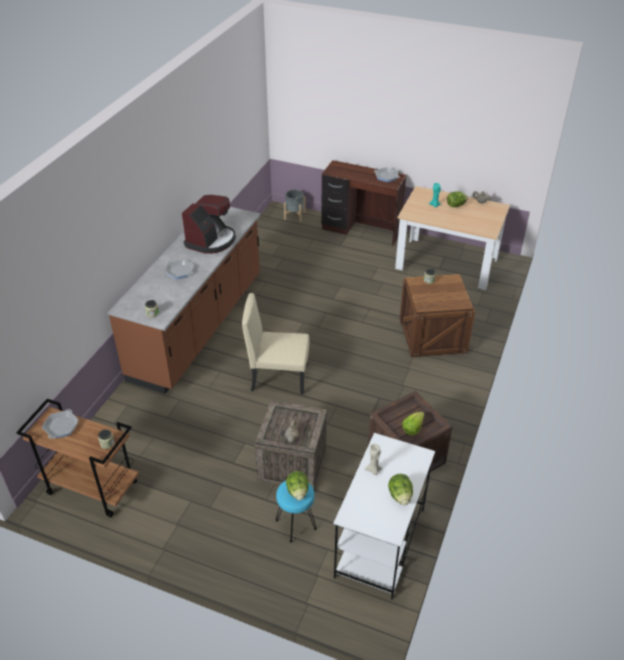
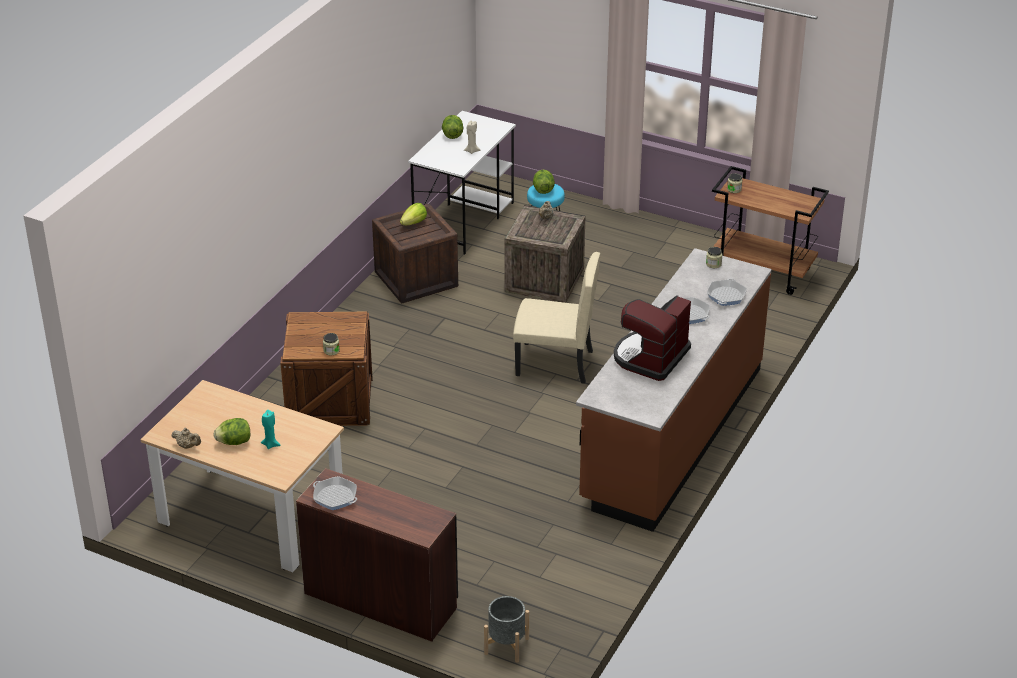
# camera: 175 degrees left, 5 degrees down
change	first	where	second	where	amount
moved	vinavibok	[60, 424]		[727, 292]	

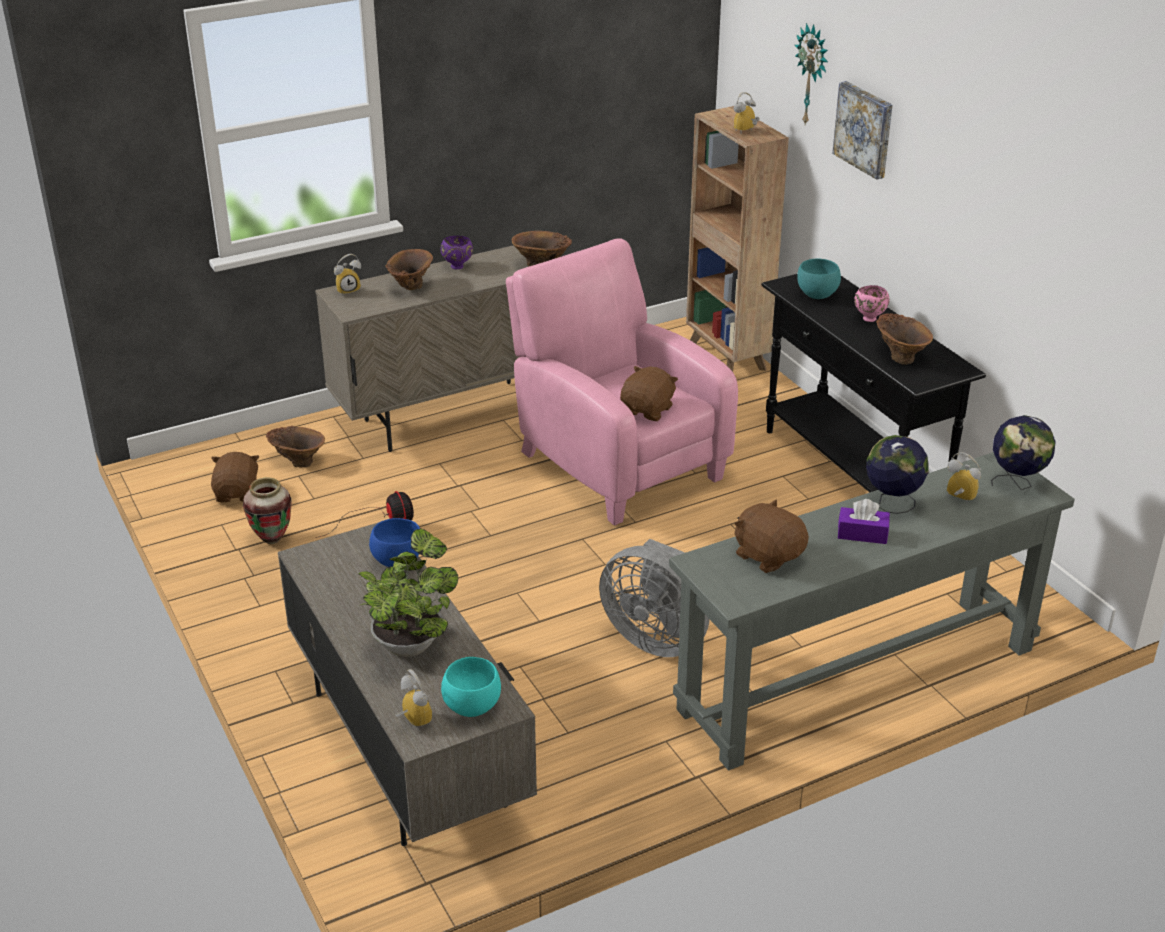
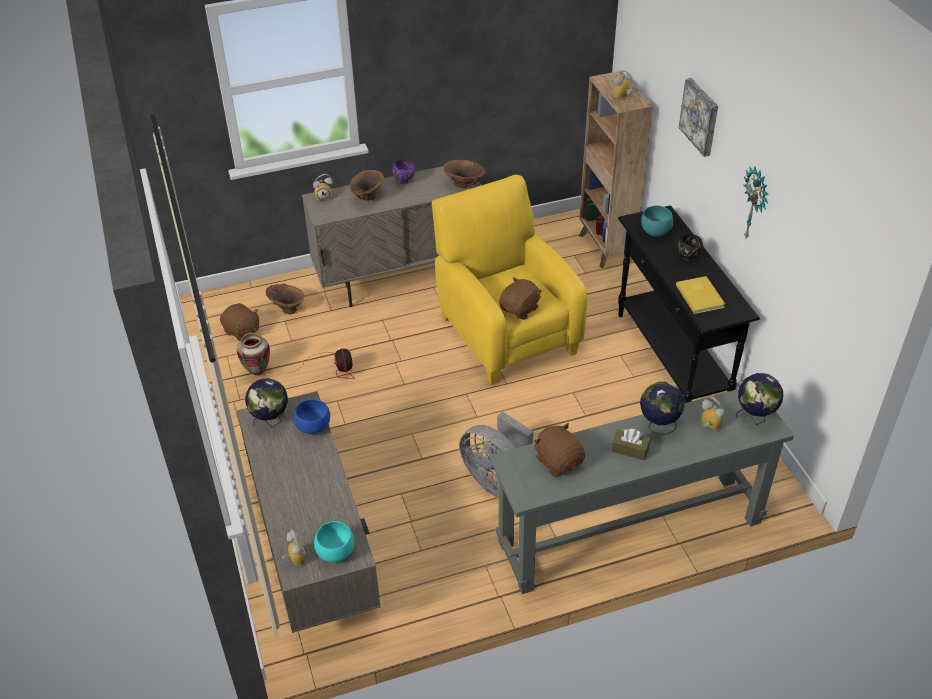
# camera: 10 degrees right, 10 degrees up
change	first	where	second	where	amount
removed	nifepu	[408, 592]			
added			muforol	[266, 402]	
moved	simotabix	[811, 73]		[756, 203]	
replaced	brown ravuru	[904, 339]	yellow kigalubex	[700, 295]	
recoloured	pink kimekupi	[622, 382]	yellow kimekupi	[510, 280]	
recoloured	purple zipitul	[864, 521]	brown zipitul	[631, 445]	
recoloured	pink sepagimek	[872, 303]	black sepagimek	[690, 248]	
turned	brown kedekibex	[235, 477]		[239, 322]	120 degrees clockwise

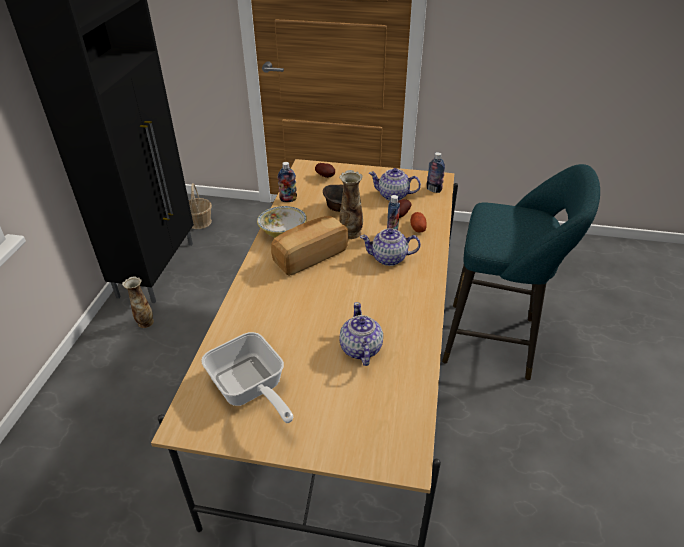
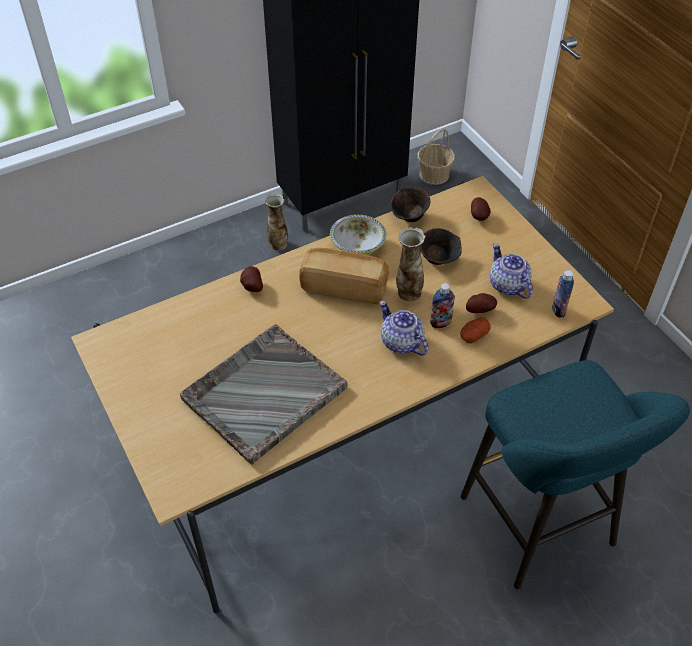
# camera: 50 degrees right, 10 degrees up
change	first	where	second	where	amount
removed	vinavibok	[247, 377]			
added			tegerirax	[251, 279]	
replaced	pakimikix	[287, 182]	brown sepagimek	[410, 204]	
replaced	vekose	[361, 334]	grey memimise	[263, 394]	

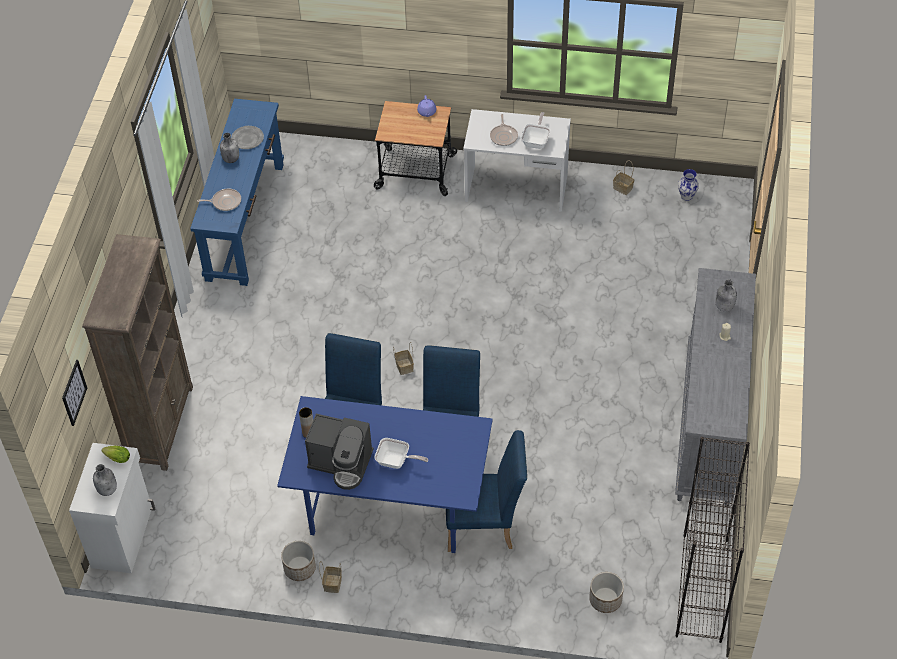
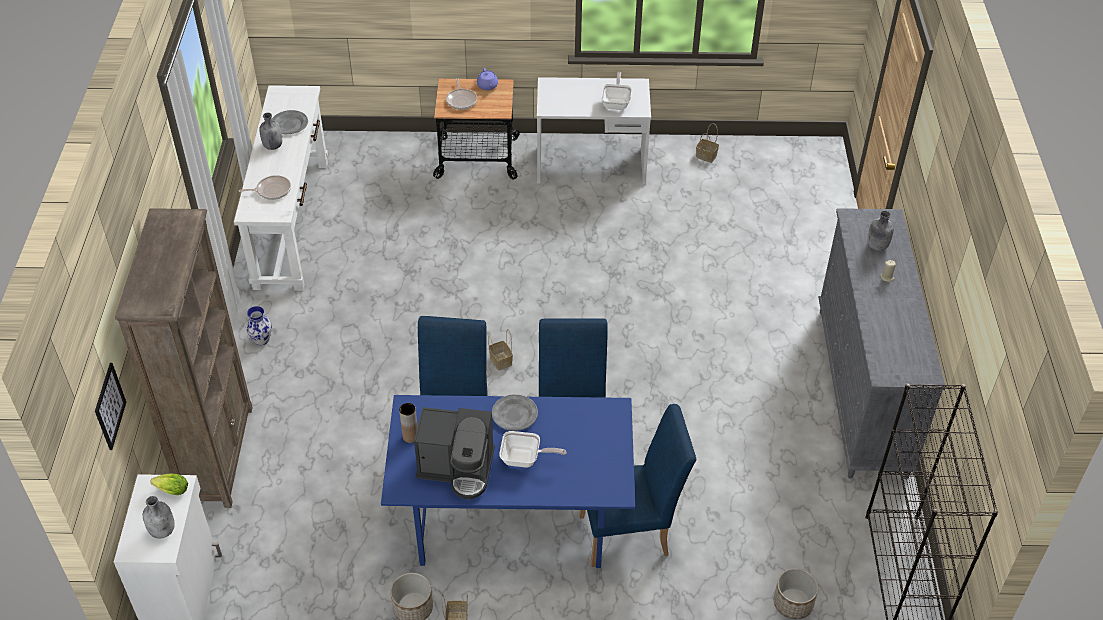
# camera: 10 degrees left, 5 degrees down
change	first	where	second	where	amount
added			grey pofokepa	[515, 412]	
moved	vinavibok	[504, 130]		[461, 94]	
moved	ravuru	[688, 185]		[259, 325]	
recoloured	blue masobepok	[237, 192]	white masobepok	[281, 188]	

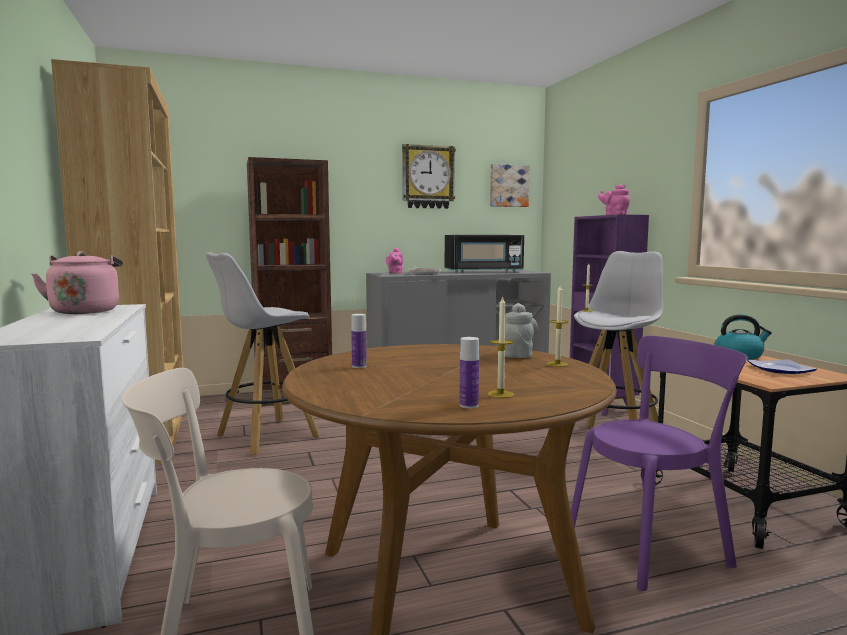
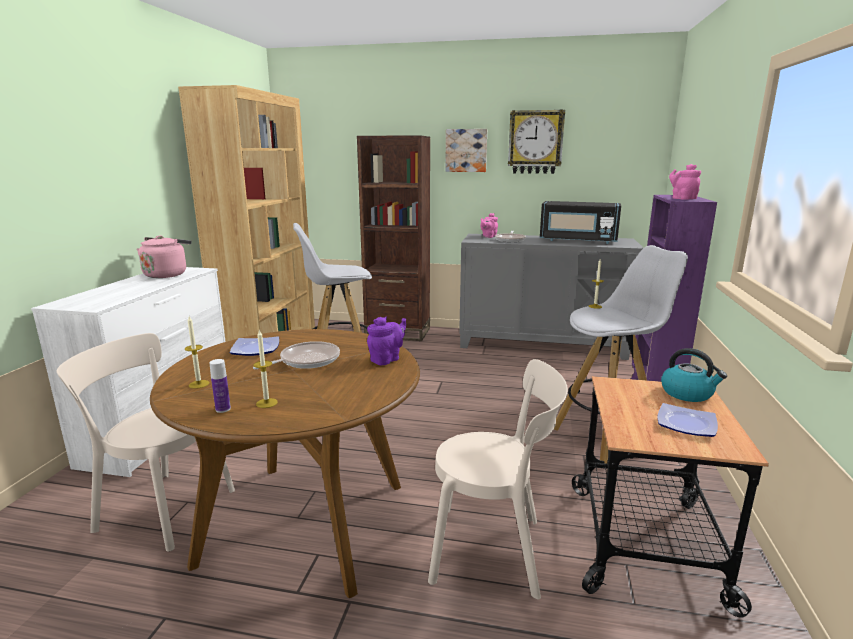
# camera: 30 degrees right, 10 degrees up
change	first	where	second	where	amount
added			vinavibok	[296, 355]	
moved	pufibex	[510, 185]		[466, 150]	
moved	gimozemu	[558, 326]		[197, 352]	
replaced	pakimikix	[359, 341]	pofokepa	[254, 346]	
recoloured	grey vekose	[521, 330]	purple vekose	[386, 341]	
recoloured	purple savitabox	[659, 463]	beige savitabox	[498, 479]	

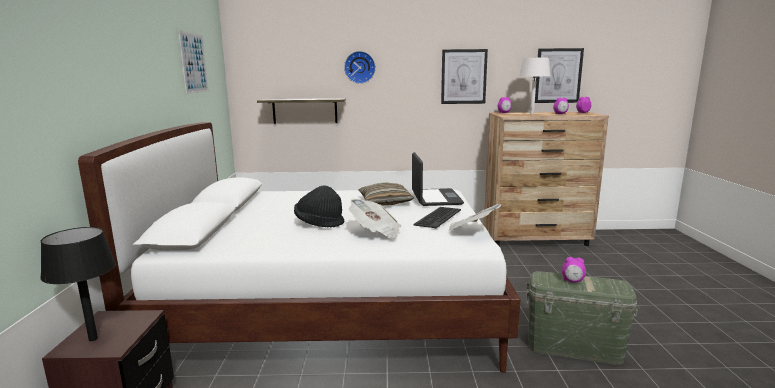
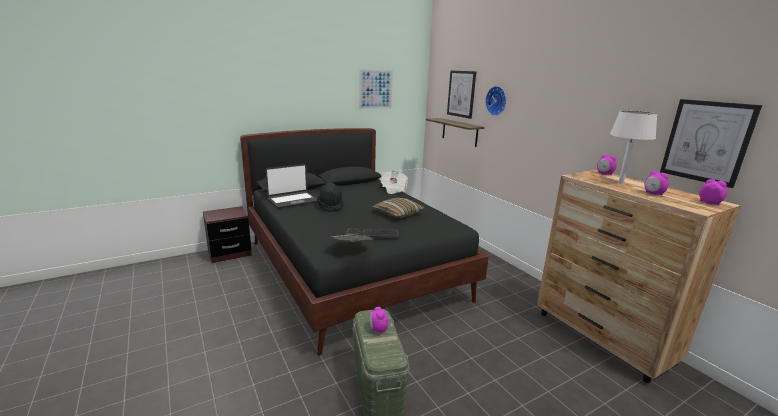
# camera: 60 degrees right, 5 degrees up
change	first	where	second	where	amount
removed	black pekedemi	[78, 284]			
moved	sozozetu	[375, 219]		[394, 182]	
moved	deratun	[438, 179]		[291, 186]	
moved	pufibex	[464, 76]		[461, 94]	
recoloured	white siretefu	[299, 247]	black siretefu	[364, 242]	

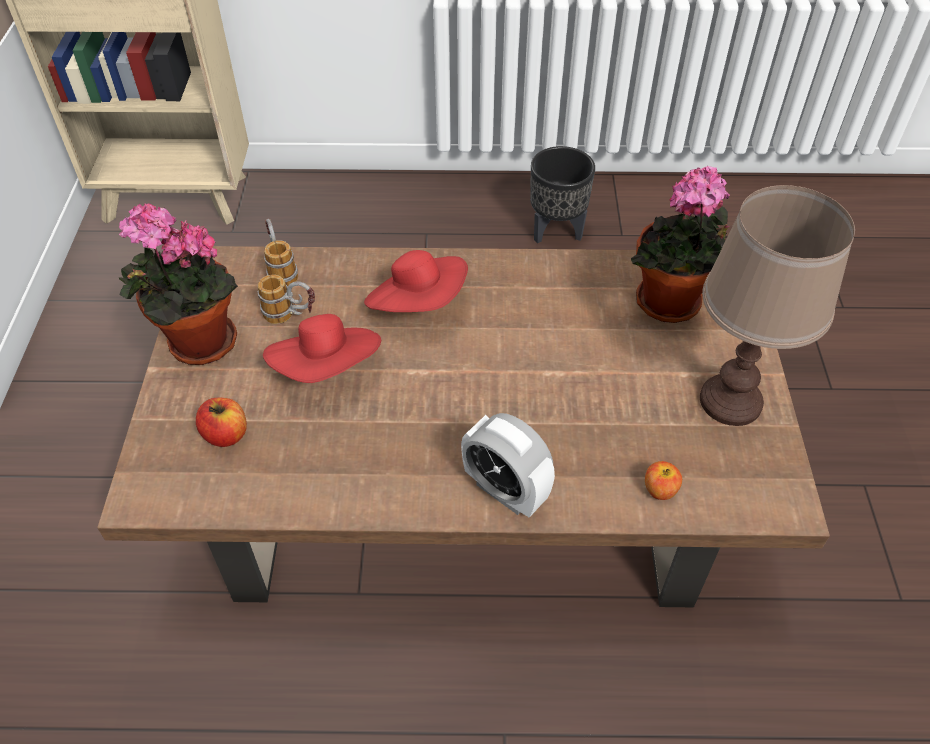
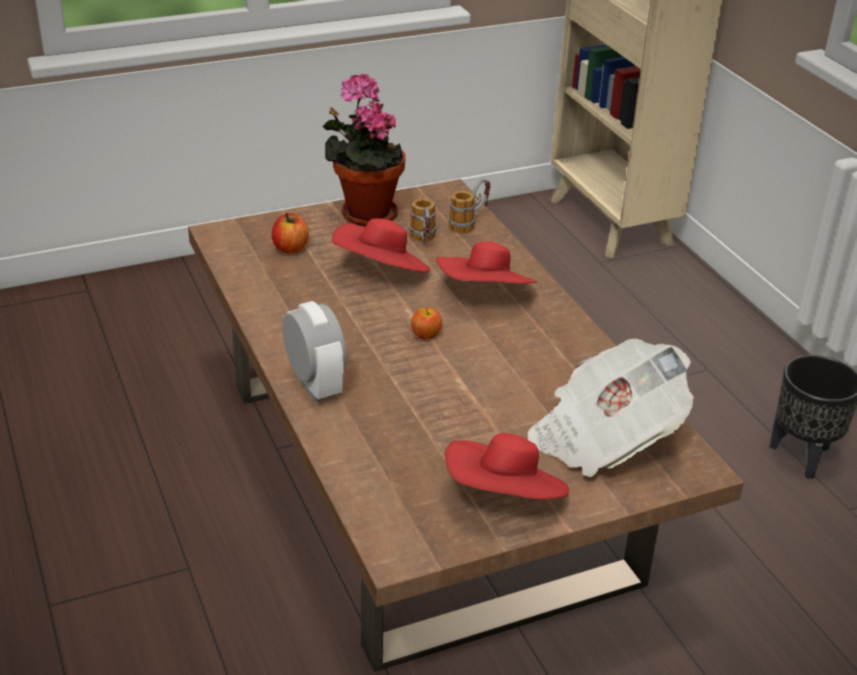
# camera: 65 degrees right, 15 degrees down
change	first	where	second	where	amount
moved	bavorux	[663, 480]		[426, 323]	
replaced	nifepu	[680, 244]	sozozetu	[611, 407]	
replaced	brown pekedemi	[777, 305]	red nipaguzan	[507, 466]	
turned	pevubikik	[508, 465]		[314, 351]	135 degrees clockwise

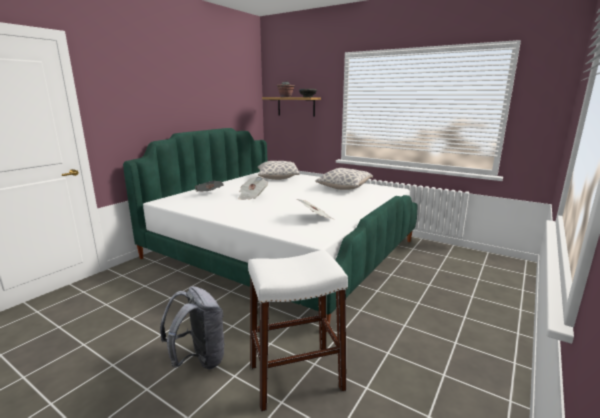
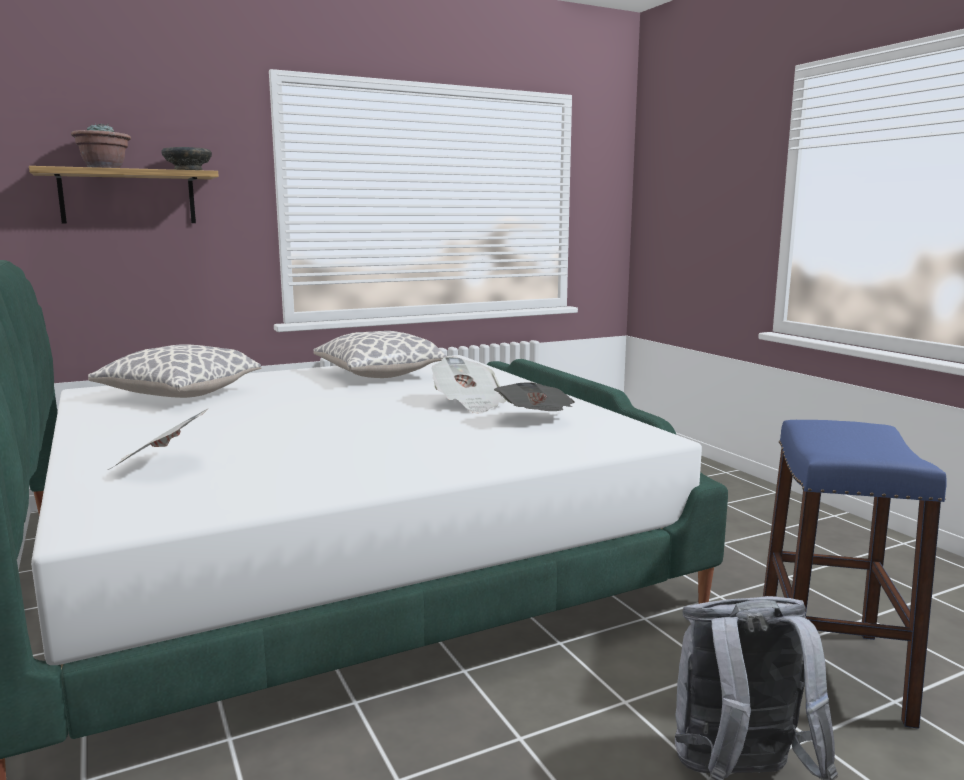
# camera: 60 degrees left, 5 degrees down
change	first	where	second	where	amount
moved	sozozetu	[253, 188]		[468, 385]	
recoloured	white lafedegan	[298, 331]	blue lafedegan	[855, 574]	

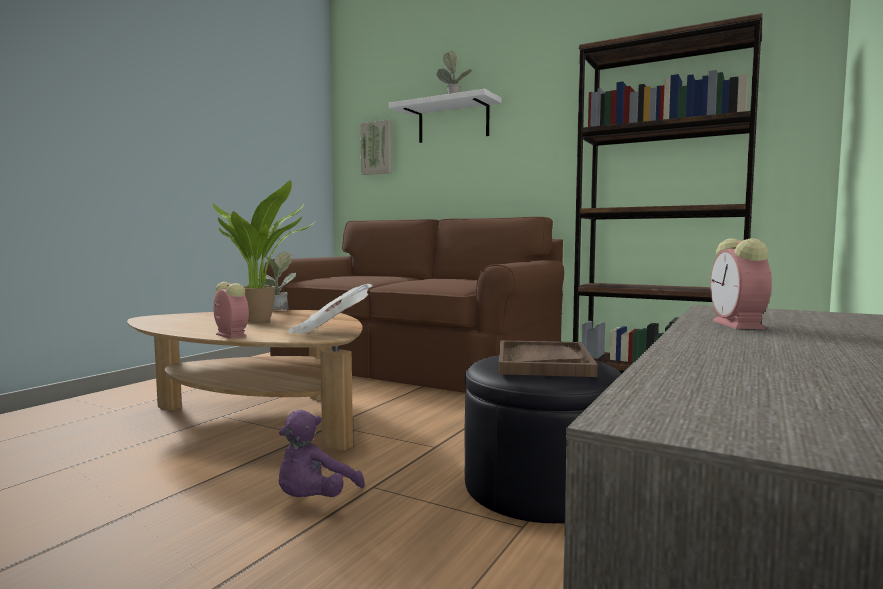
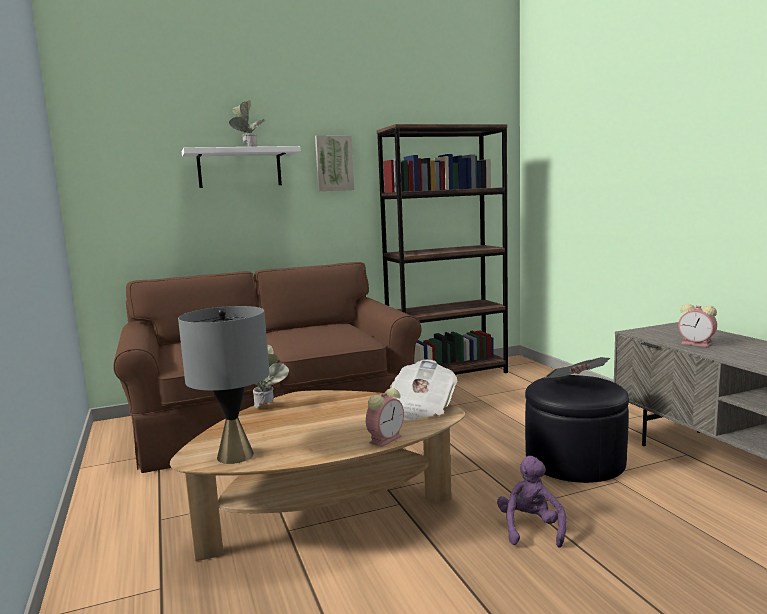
# camera: 50 degrees left, 5 degrees up
change	first	where	second	where	amount
removed	nifepu	[263, 251]			
added			grey pekedemi	[224, 385]	
moved	pufibex	[376, 147]		[334, 163]	
replaced	brown memimise	[548, 358]	sozozetu	[577, 367]	
turned	pevubikik	[231, 310]		[385, 417]	135 degrees clockwise
turned	purple kedekibex	[322, 453]		[532, 502]	150 degrees counterclockwise

